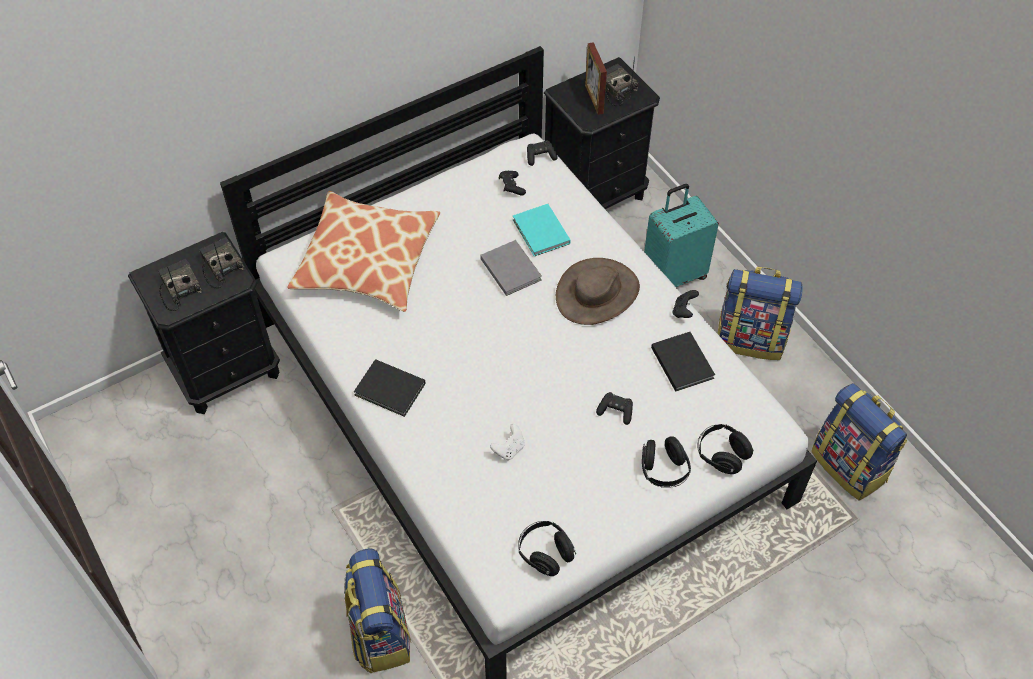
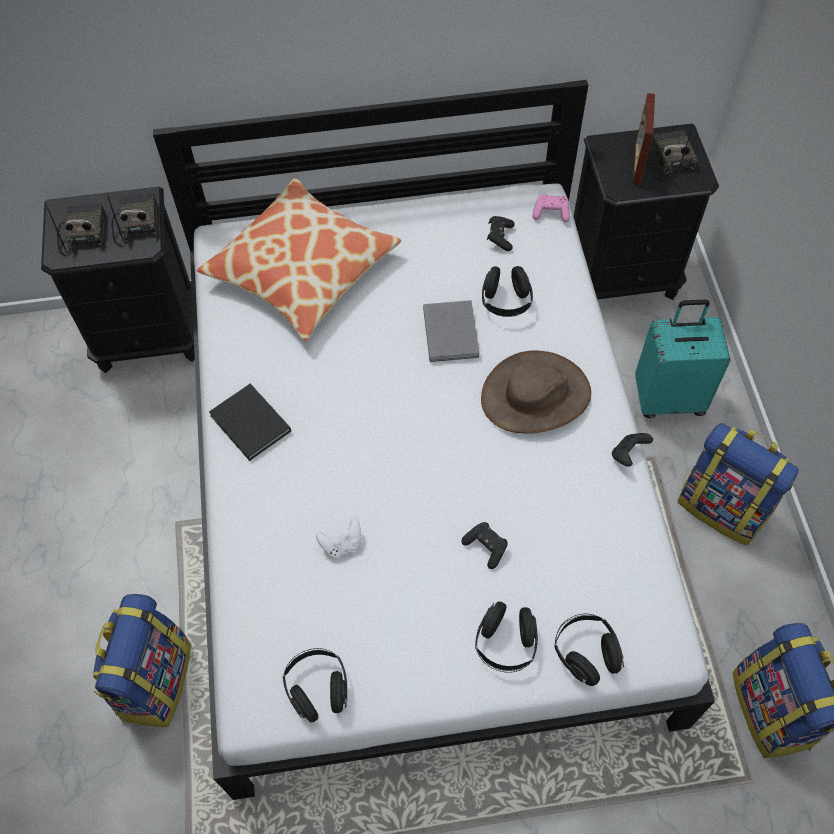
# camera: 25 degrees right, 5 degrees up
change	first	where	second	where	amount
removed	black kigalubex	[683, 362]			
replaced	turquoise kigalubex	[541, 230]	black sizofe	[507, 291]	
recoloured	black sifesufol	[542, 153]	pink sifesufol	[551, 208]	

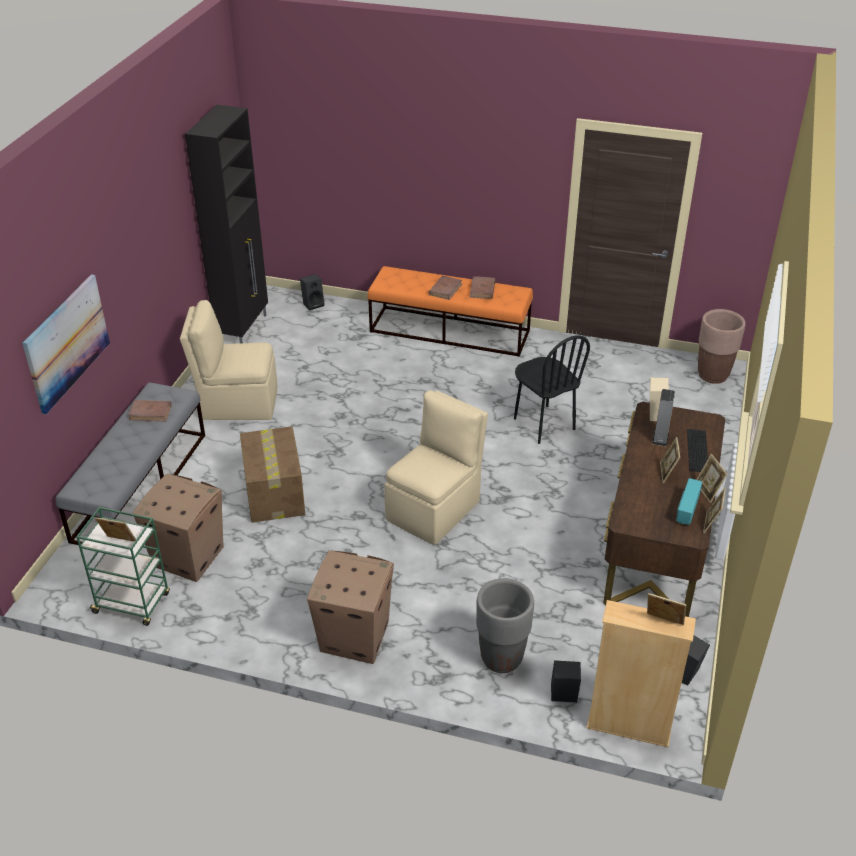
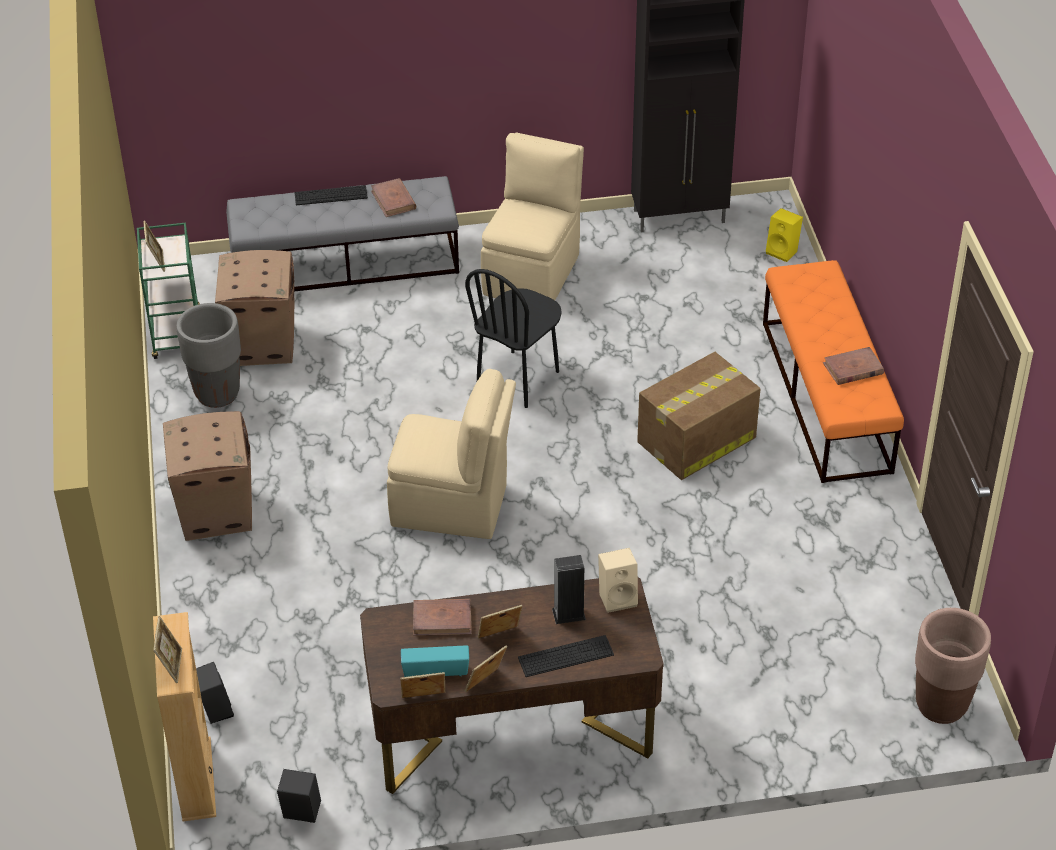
# camera: 65 degrees right, 5 degrees up
change	first	where	second	where	amount
removed	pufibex	[66, 344]			
added			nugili	[331, 195]	
moved	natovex	[272, 474]		[698, 416]	
moved	brown kigalubex	[445, 288]		[442, 617]	
moved	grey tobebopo	[505, 625]		[208, 355]	
moved	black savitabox	[552, 389]		[513, 338]	
recoloured	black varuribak	[312, 292]	yellow varuribak	[784, 235]	
turned	beige savitabox	[228, 360]		[532, 216]	45 degrees clockwise

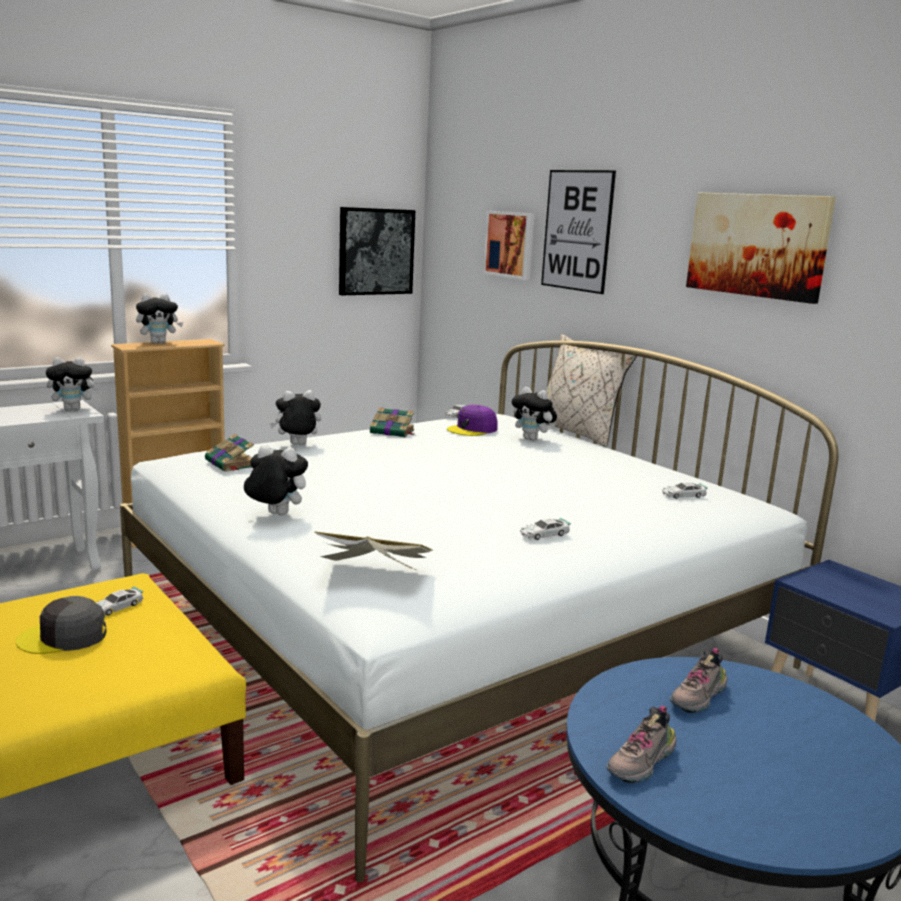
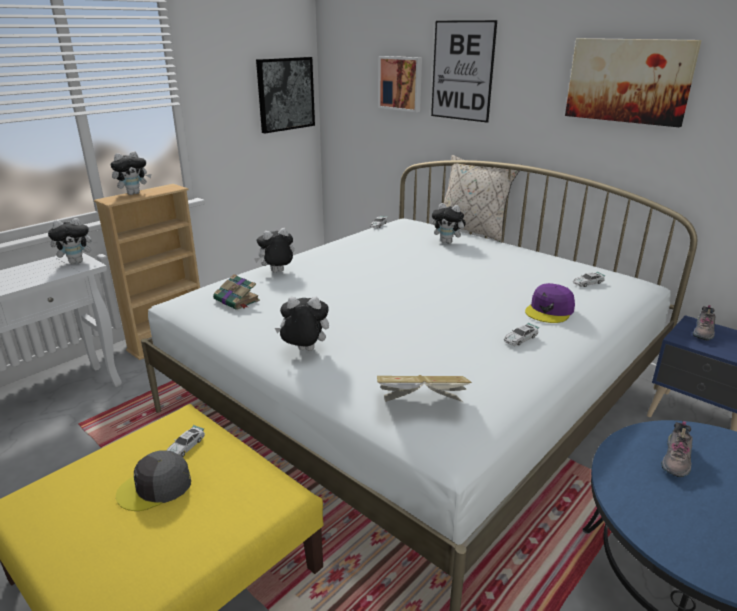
# camera: 10 degrees left, 10 degrees up
change	first	where	second	where	amount
removed	kigalubex	[392, 422]			
moved	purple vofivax	[472, 420]		[550, 303]	
moved	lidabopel	[641, 744]		[704, 323]	

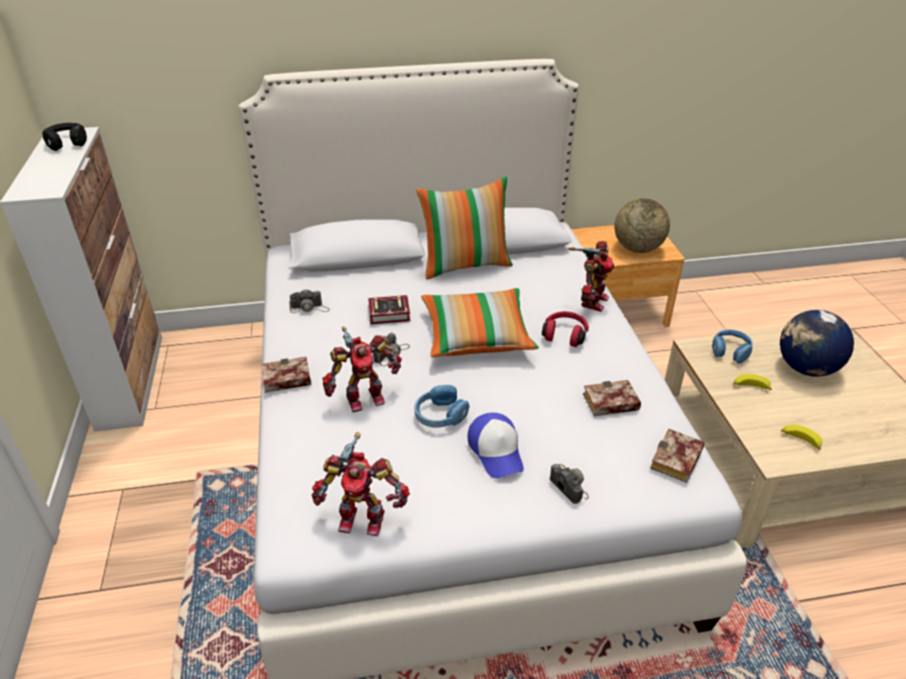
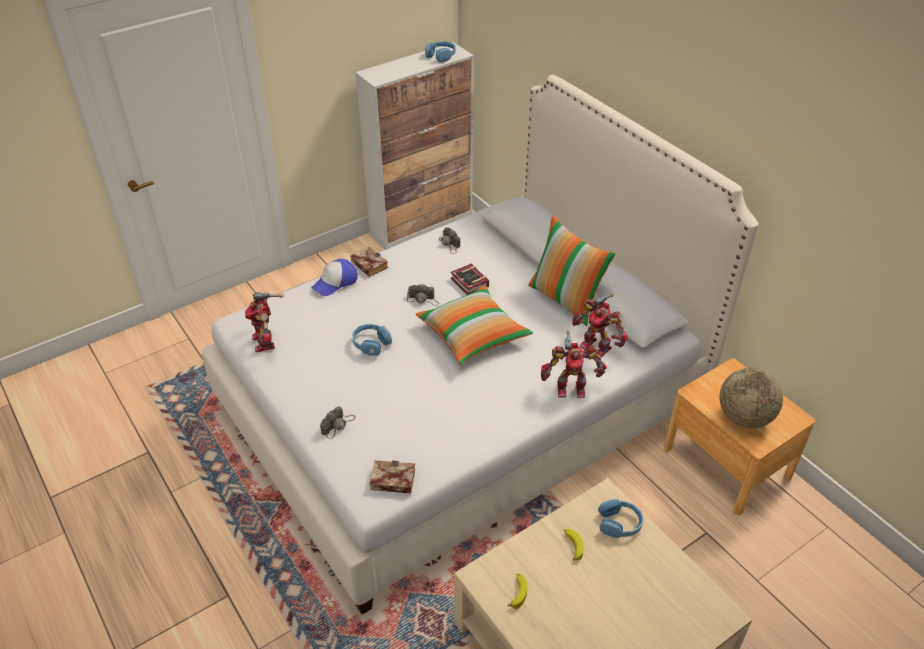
# camera: 65 degrees right, 5 degrees up
change	first	where	second	where	amount
removed	red sizofe	[565, 329]			
removed	kigalubex	[612, 398]			
removed	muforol	[817, 343]			
moved	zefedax	[362, 369]		[600, 325]	
moved	vofivax	[496, 445]		[334, 277]	
recoloured	black sizofe	[64, 137]	blue sizofe	[440, 52]	

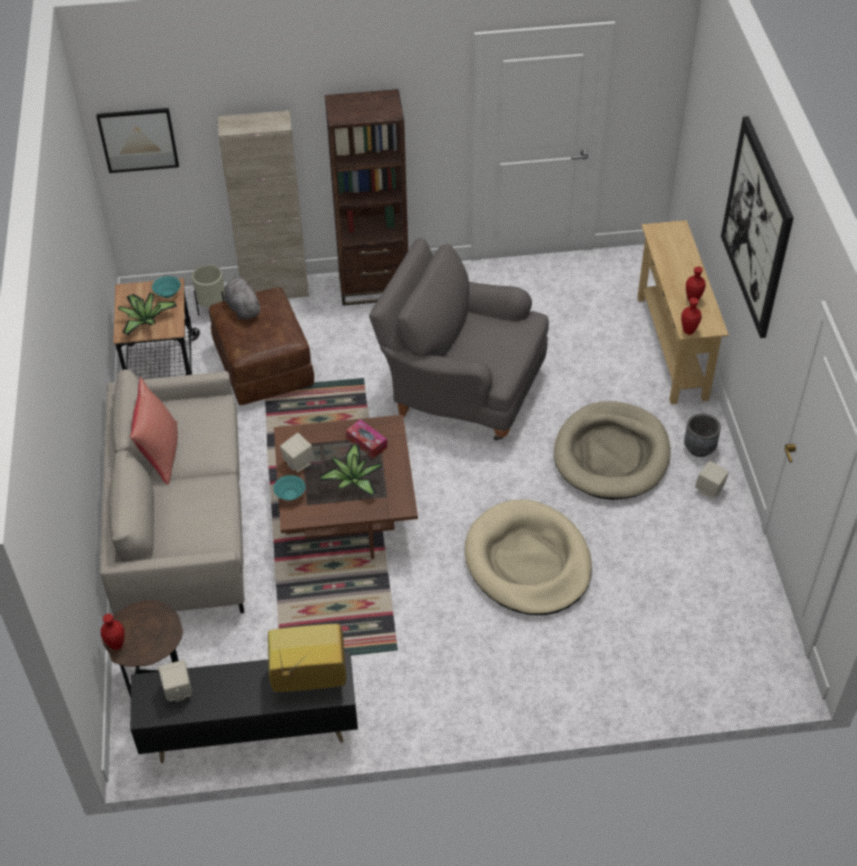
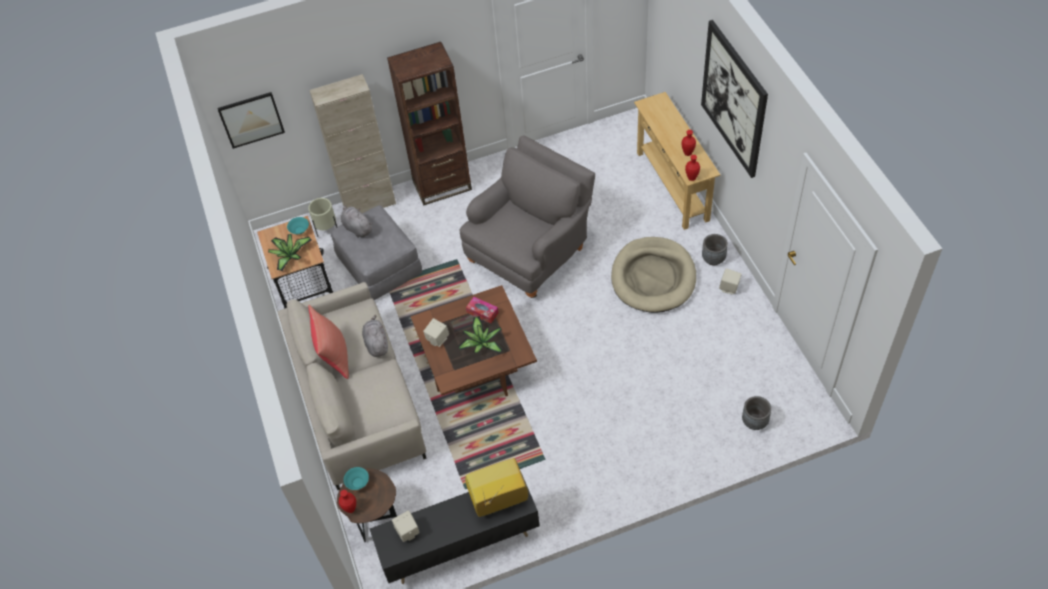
# camera: 10 degrees left, 5 degrees up
change	first	where	second	where	amount
removed	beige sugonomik	[528, 557]			
added			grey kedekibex	[375, 336]	
added			grey tobebopo	[757, 413]	
moved	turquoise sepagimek	[289, 488]		[356, 478]	
recoloured	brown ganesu	[261, 346]	grey ganesu	[376, 252]	
turned	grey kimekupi	[459, 339]		[527, 216]	120 degrees clockwise

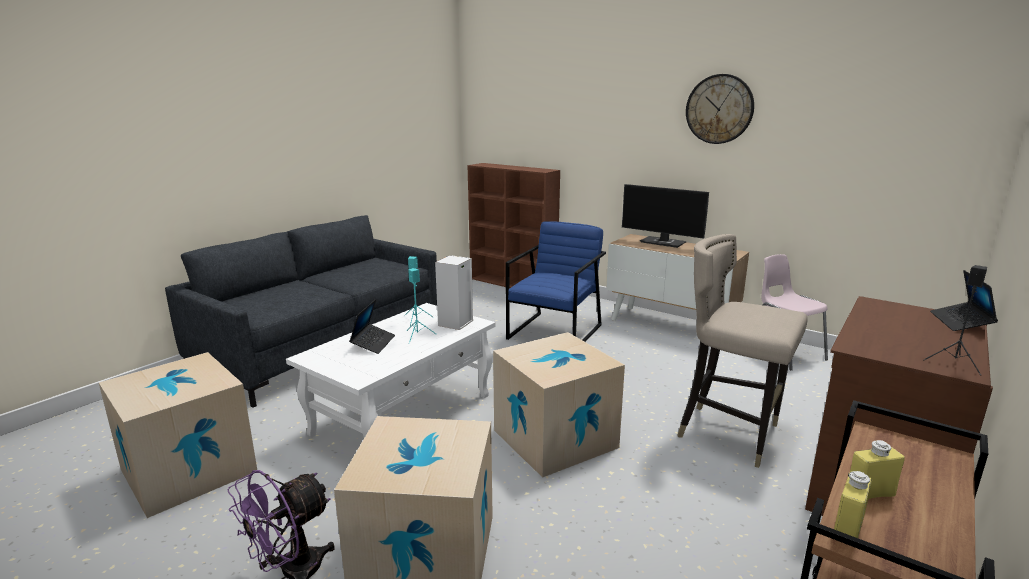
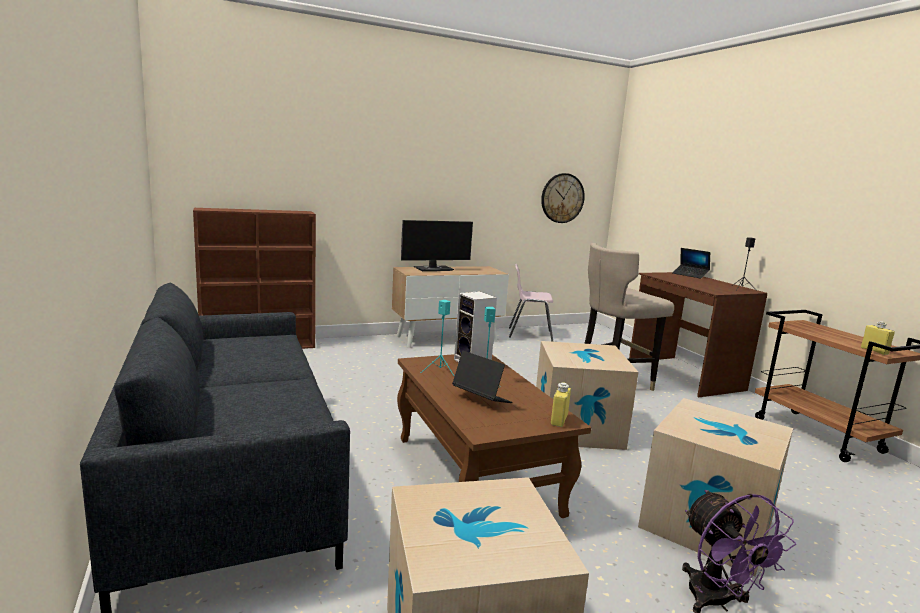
# camera: 60 degrees left, 5 degrees down
change	first	where	second	where	amount
removed	blue kimekupi	[556, 281]			
moved	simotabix	[720, 109]		[563, 198]	
moved	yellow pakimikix	[877, 469]		[561, 404]	
recoloured	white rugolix	[390, 370]	brown rugolix	[494, 436]	

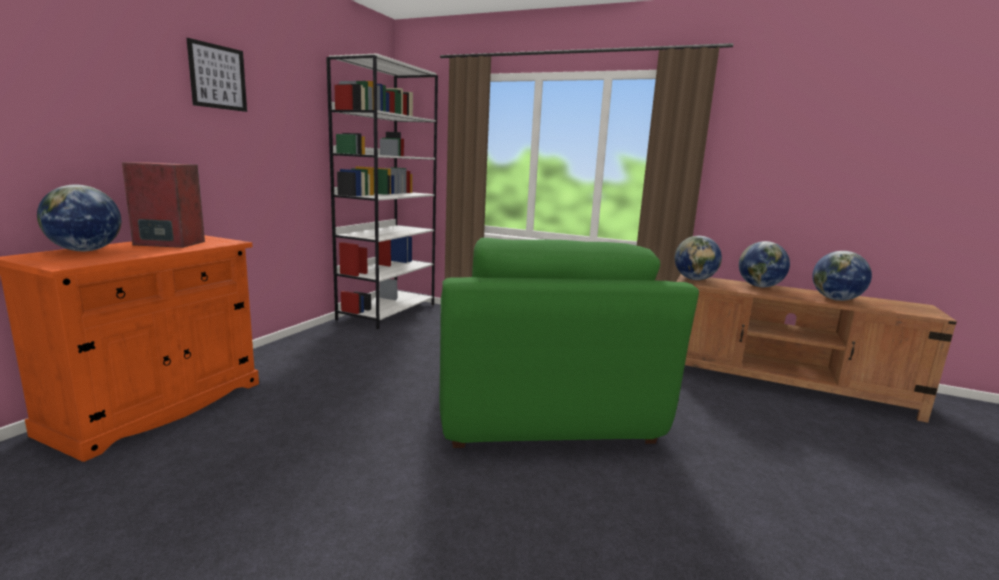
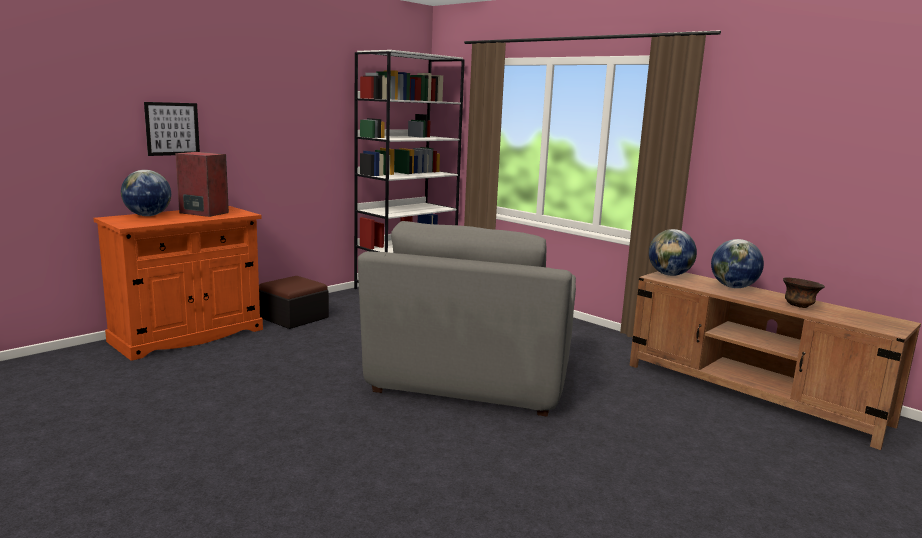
# camera: 20 degrees right, 0 degrees up
change	first	where	second	where	amount
added			ganesu	[294, 302]	
moved	pufibex	[217, 75]		[172, 129]	
replaced	muforol	[842, 276]	brown sepagimek	[804, 292]	
recoloured	green kimekupi	[569, 343]	grey kimekupi	[467, 319]	

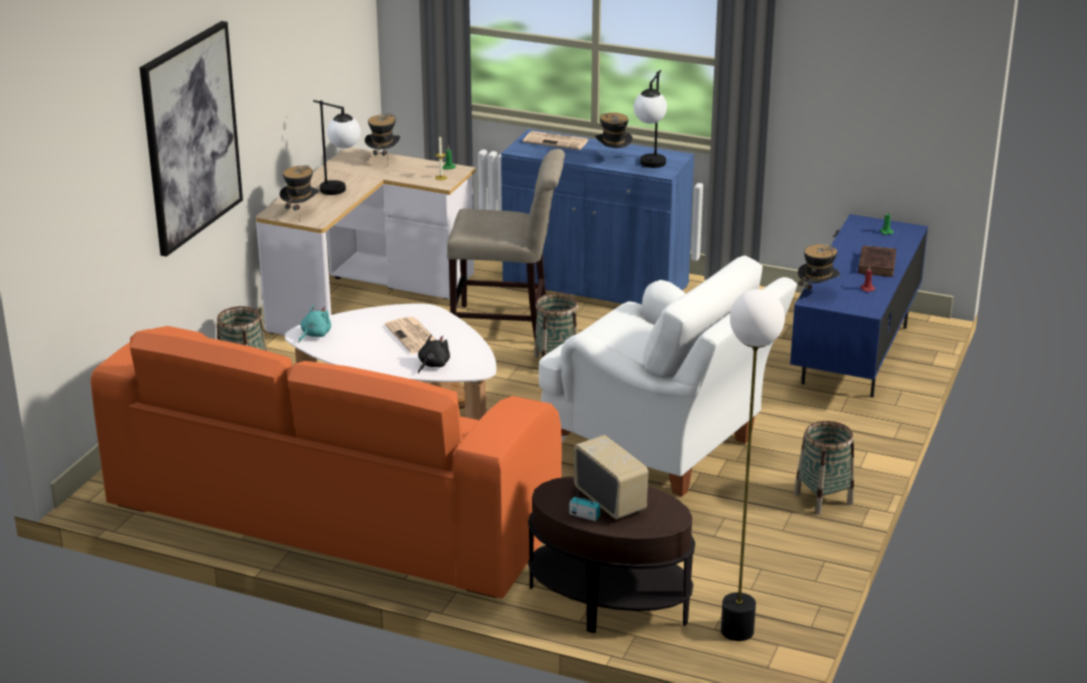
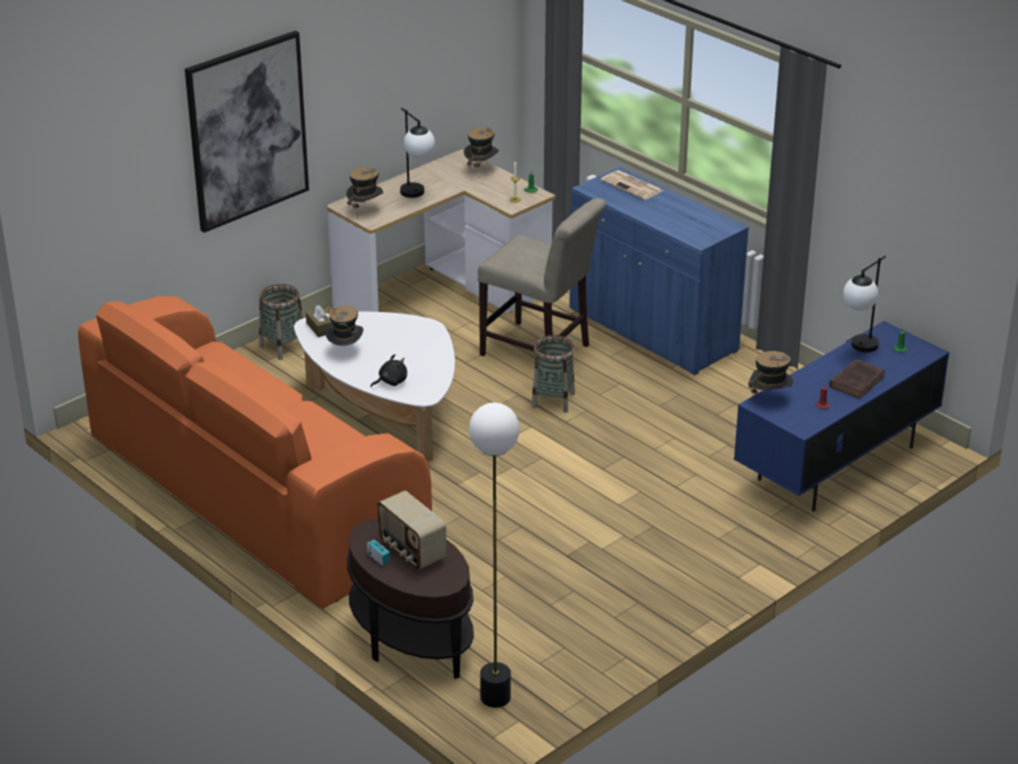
# camera: 25 degrees right, 5 degrees up
change	first	where	second	where	amount
removed	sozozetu	[411, 335]			
removed	white kimekupi	[668, 376]			
removed	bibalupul	[824, 467]			
moved	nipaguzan	[614, 132]		[345, 325]	
moved	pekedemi	[650, 119]		[864, 304]	
replaced	turquoise kedekibex	[314, 324]	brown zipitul	[319, 321]	
turned	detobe	[611, 477]		[411, 530]	150 degrees clockwise

